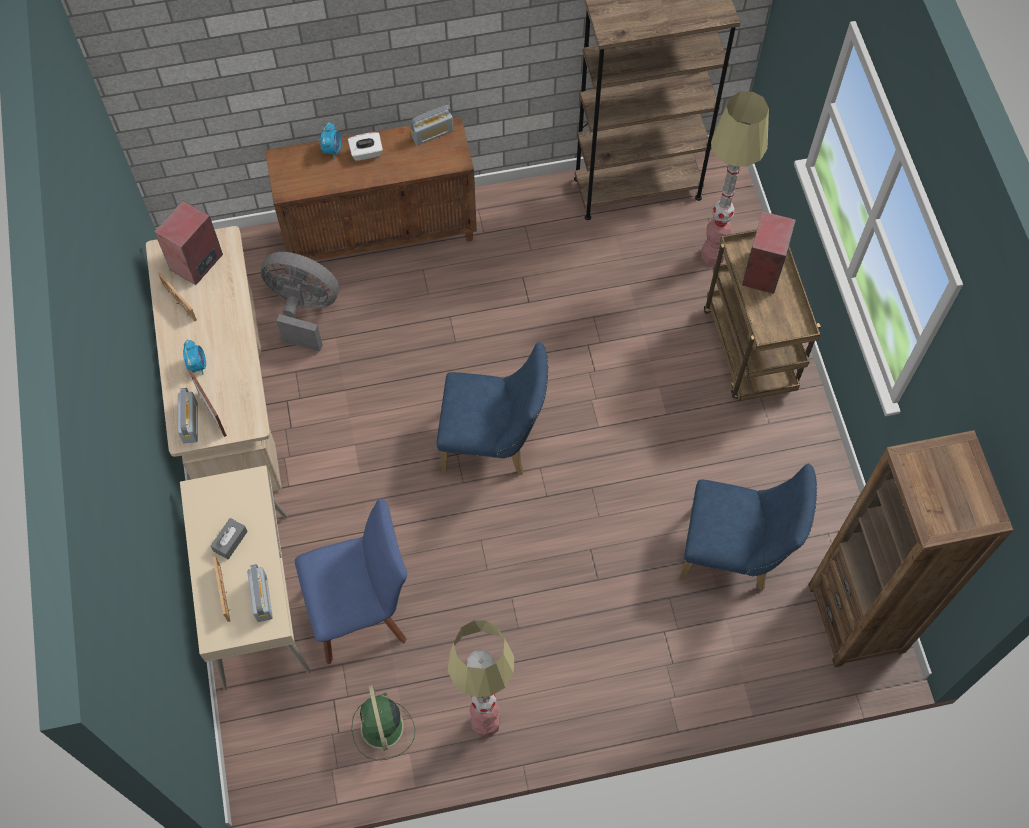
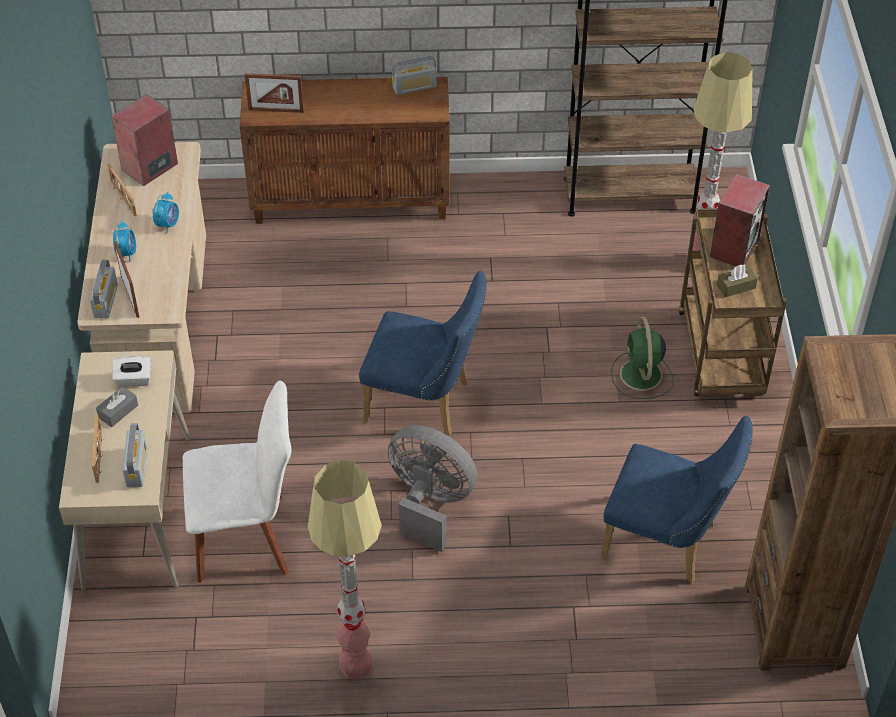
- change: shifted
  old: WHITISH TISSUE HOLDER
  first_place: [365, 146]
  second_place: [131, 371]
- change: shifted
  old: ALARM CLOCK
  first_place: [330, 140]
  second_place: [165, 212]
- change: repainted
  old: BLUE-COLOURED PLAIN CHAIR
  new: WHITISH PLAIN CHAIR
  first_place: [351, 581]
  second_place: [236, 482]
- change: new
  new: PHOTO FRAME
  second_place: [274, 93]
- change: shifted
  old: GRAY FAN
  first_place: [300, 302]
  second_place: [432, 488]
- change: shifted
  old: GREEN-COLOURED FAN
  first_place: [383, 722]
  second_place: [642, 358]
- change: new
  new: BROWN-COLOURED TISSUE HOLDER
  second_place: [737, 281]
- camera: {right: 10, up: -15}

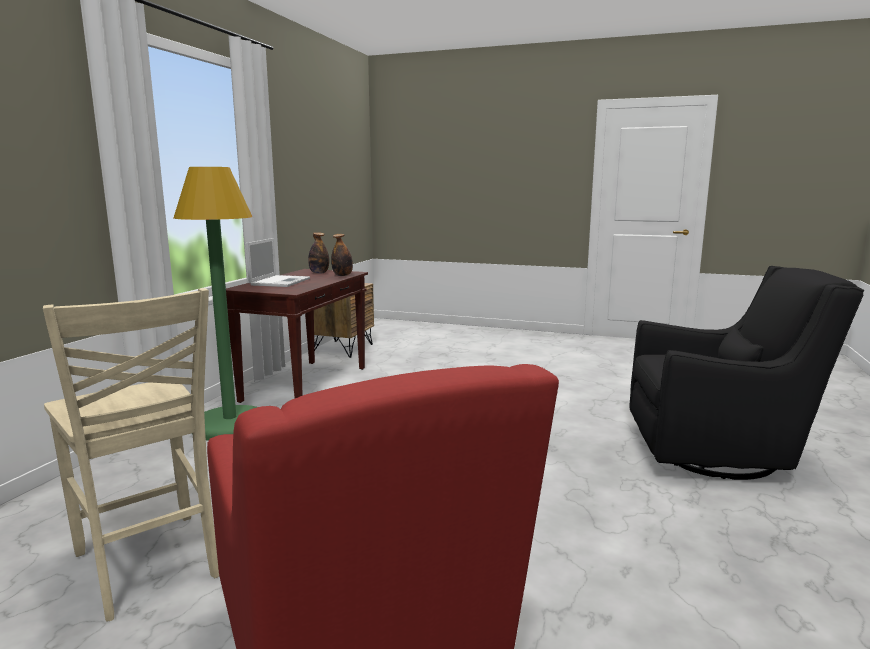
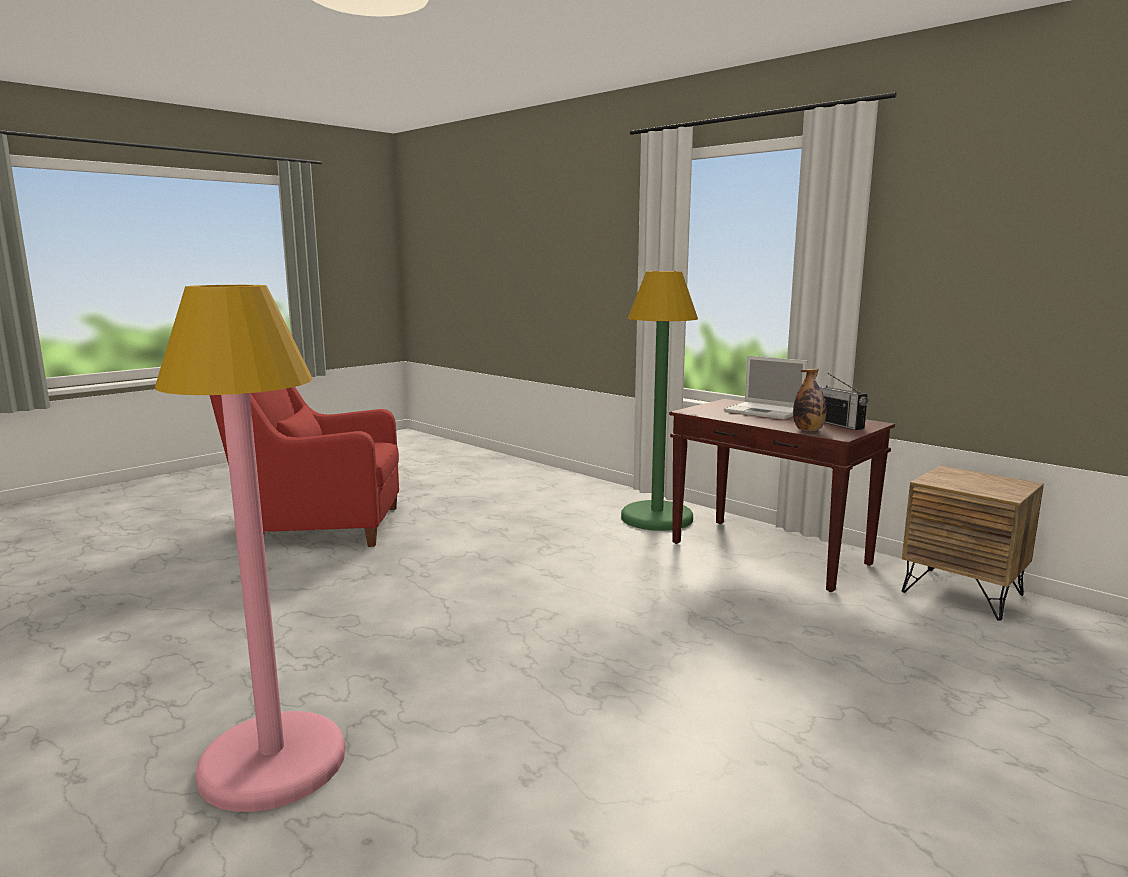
- change: swapped
  old: BLACK-COLOURED EASY CHAIR
  new: PINK FLOOR LAMP
  first_place: [746, 373]
  second_place: [250, 548]
- change: swapped
  old: BOTTLE
  new: RADIO
  first_place: [318, 253]
  second_place: [844, 401]
- change: gone
  old: BEIGE-COLOURED PLAIN CHAIR
  first_place: [131, 455]
- camera: {right: 115, up: 0}

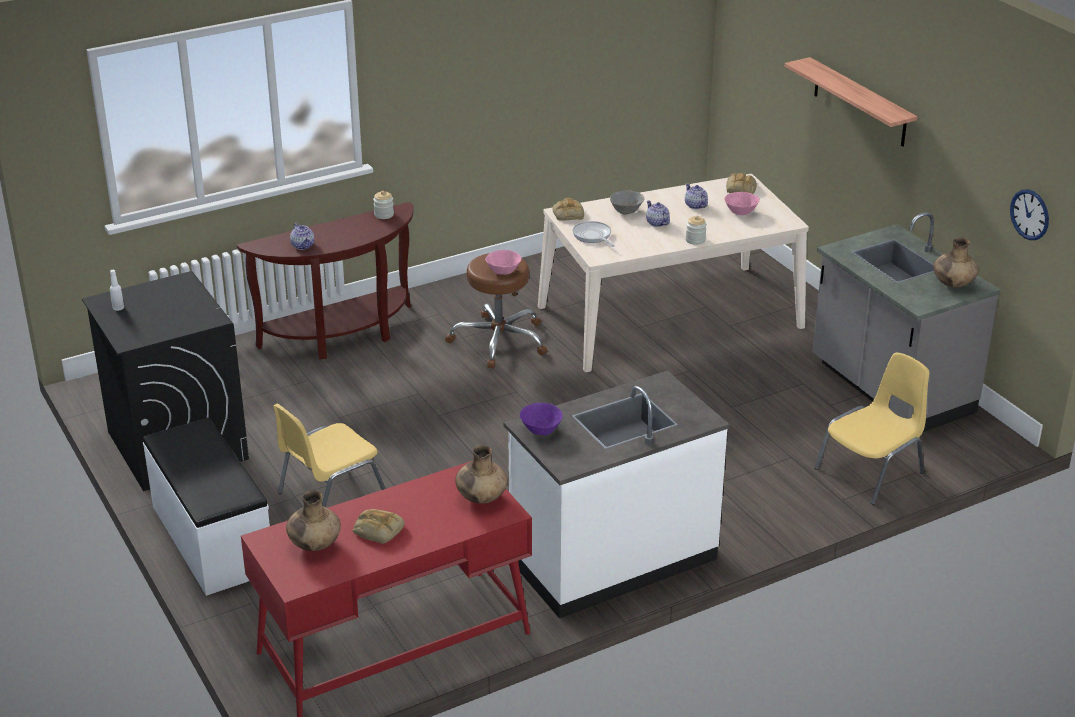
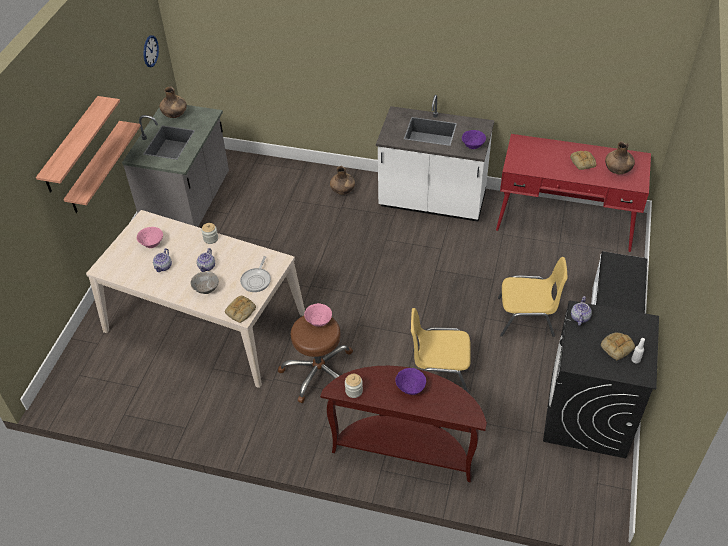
- change: new
  new: BRACKET SHELF
  second_place: [102, 167]
- change: shifted
  old: BROWN-COLOURED FLOWER VASE
  first_place: [481, 474]
  second_place: [342, 180]
- change: new
  new: PURPLE BOWL
  second_place: [410, 381]
- change: shifted
  old: YELLOW PLAIN CHAIR
  first_place: [872, 429]
  second_place: [441, 350]
- change: shifted
  old: TEAPOT
  first_place: [302, 236]
  second_place: [581, 311]
- change: shifted
  old: BAKERY BREAD
  first_place: [741, 183]
  second_place: [618, 346]
- camera: {right: -135, up: 15}

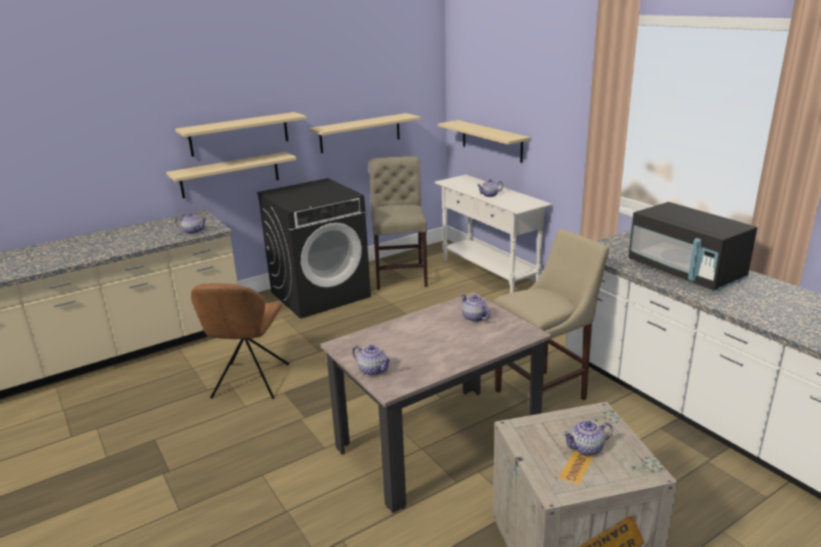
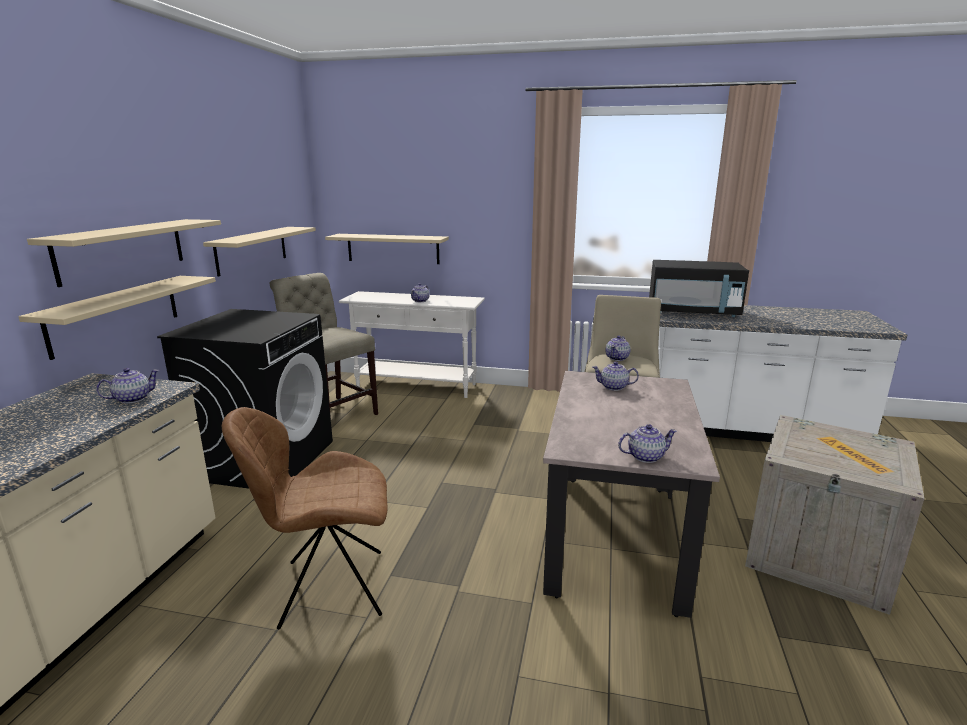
- change: rotated
  old: BROWN-COLOURED PLAIN CHAIR
  first_place: [240, 341]
  second_place: [305, 518]
  degrees: 120
- change: shifted
  old: TEAPOT
  first_place: [587, 438]
  second_place: [618, 348]
- camera: {right: -45, up: -5}

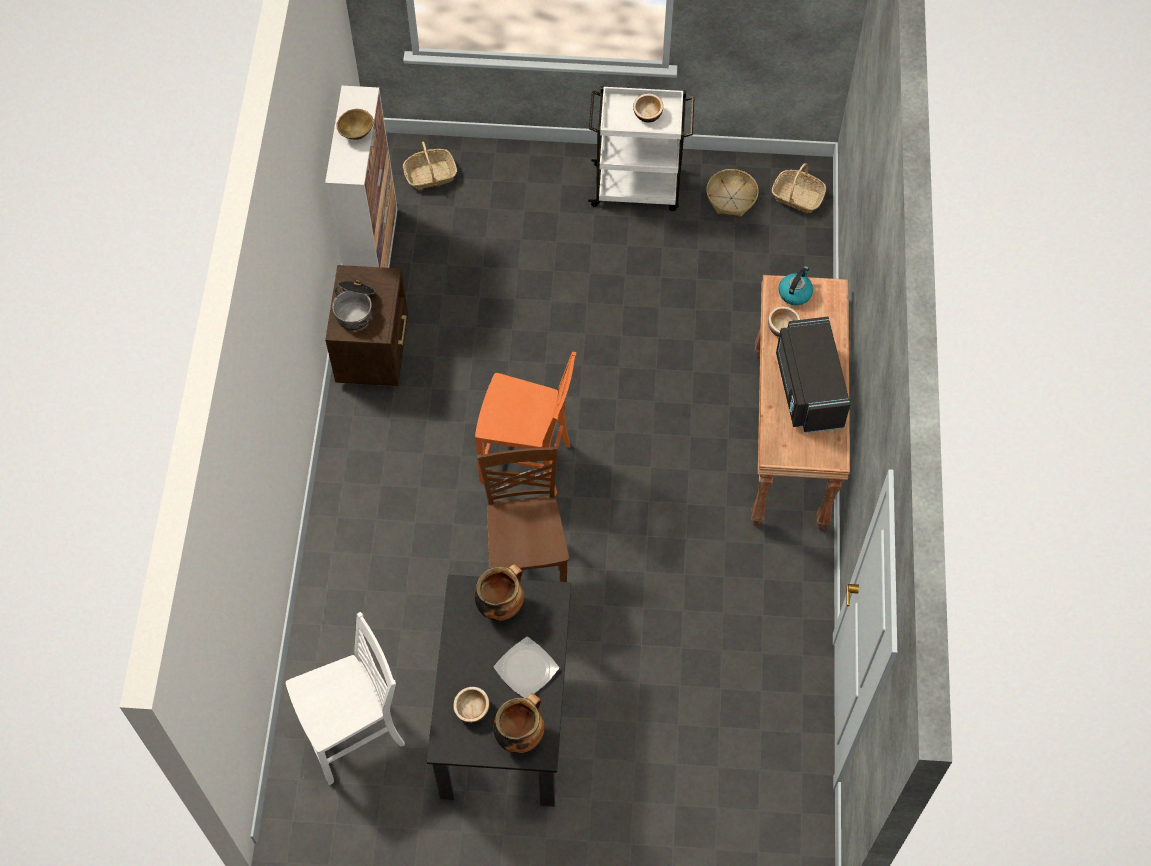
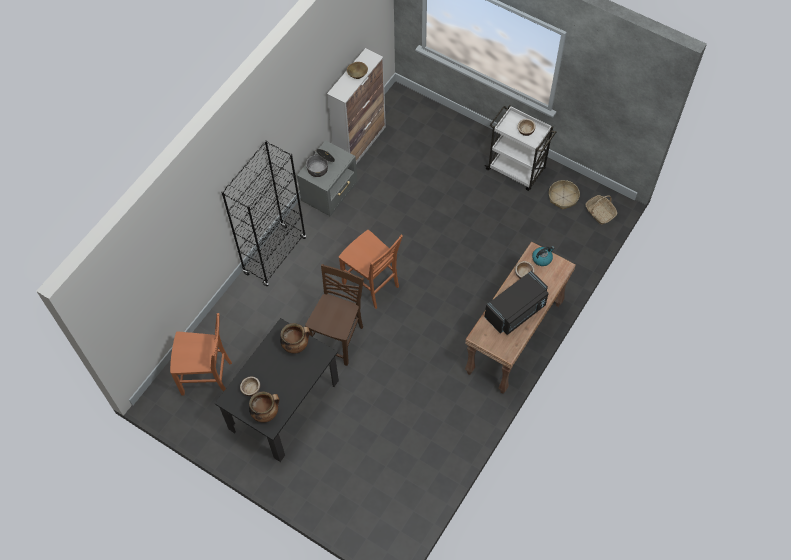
- change: repainted
  old: WHITISH PLAIN CHAIR
  new: ORANGEY PLAIN CHAIR
  first_place: [345, 698]
  second_place: [201, 354]
- change: new
  new: BLACK-COLOURED SHELVING UNIT
  second_place: [263, 213]
- change: repainted
  old: BROWN-COLOURED NIGHTSTAND
  new: GRAY NIGHTSTAND
  first_place: [366, 325]
  second_place: [327, 178]
- change: rotated
  old: BLACK-COLOURED MICROWAVE
  first_place: [813, 375]
  second_place: [517, 302]
  degrees: -150
- change: gone
  old: HOUSEHOLD BASKET
  first_place: [430, 165]
- change: gone
  old: FLAT DISH
  first_place: [526, 667]
- camera: {right: 30, up: 0}

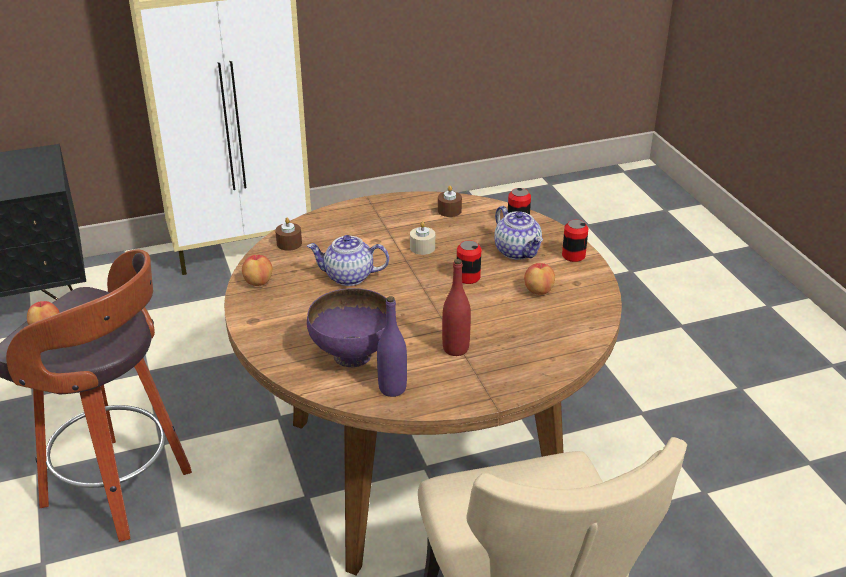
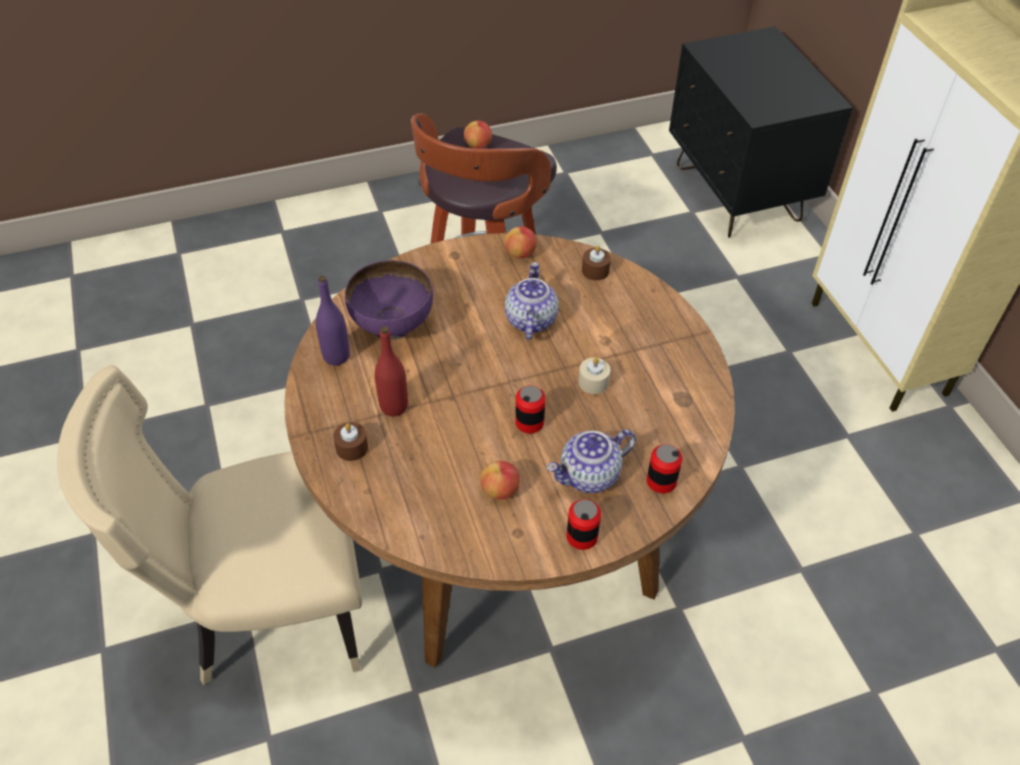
- change: shifted
  old: BROWN-COLOURED CANDLE
  first_place: [450, 201]
  second_place: [350, 441]
- camera: {right: 90, up: 15}

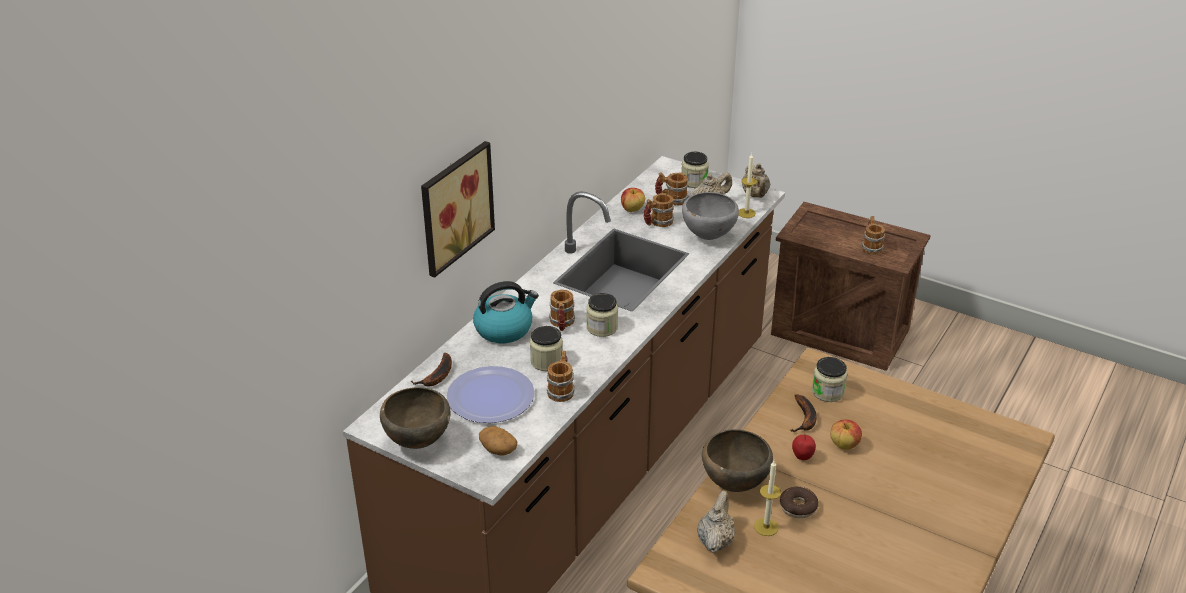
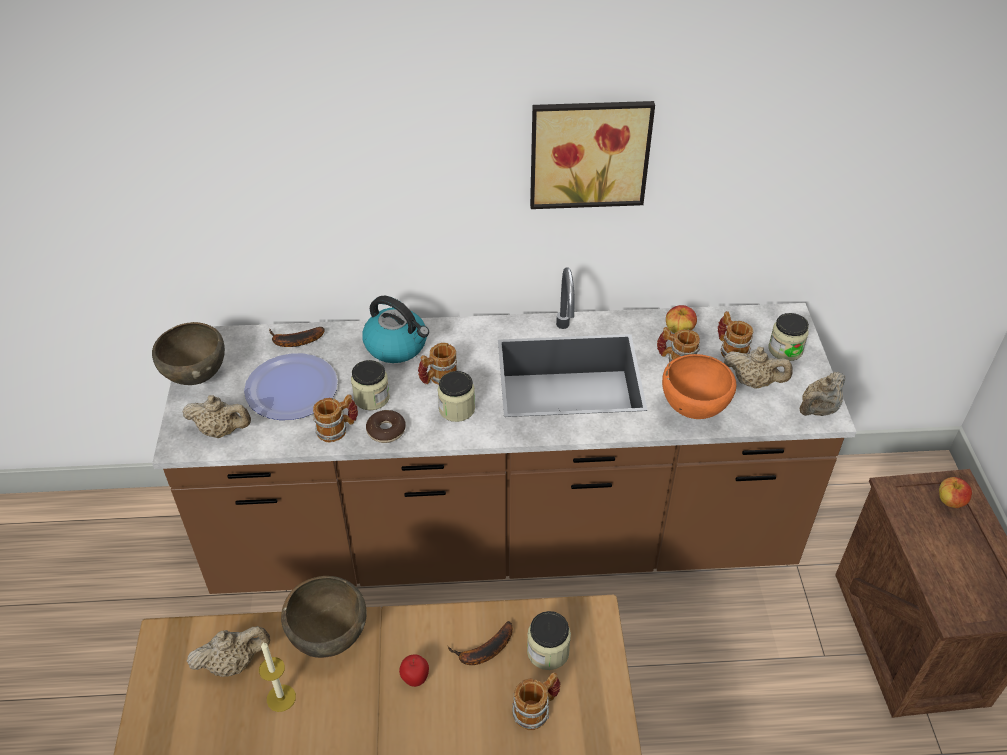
- change: swapped
  old: SPUD
  new: BEIGE-COLOURED TEAPOT
  first_place: [498, 441]
  second_place: [216, 416]
- change: shifted
  old: DOUGHNUT
  first_place: [799, 502]
  second_place: [386, 426]
- change: shifted
  old: COFFEE MUG
  first_place: [873, 235]
  second_place: [536, 701]
- change: shifted
  old: WALL ART
  first_place: [458, 209]
  second_place: [592, 155]
- change: repainted
  old: GRAY BOWL
  new: ORANGEY BOWL
  first_place: [710, 216]
  second_place: [699, 386]
- change: shifted
  old: WHOLE APPLE
  first_place: [846, 435]
  second_place: [955, 492]
- change: gone
  old: CANDLE
  first_place: [748, 186]
- camera: {right: 55, up: 10}

